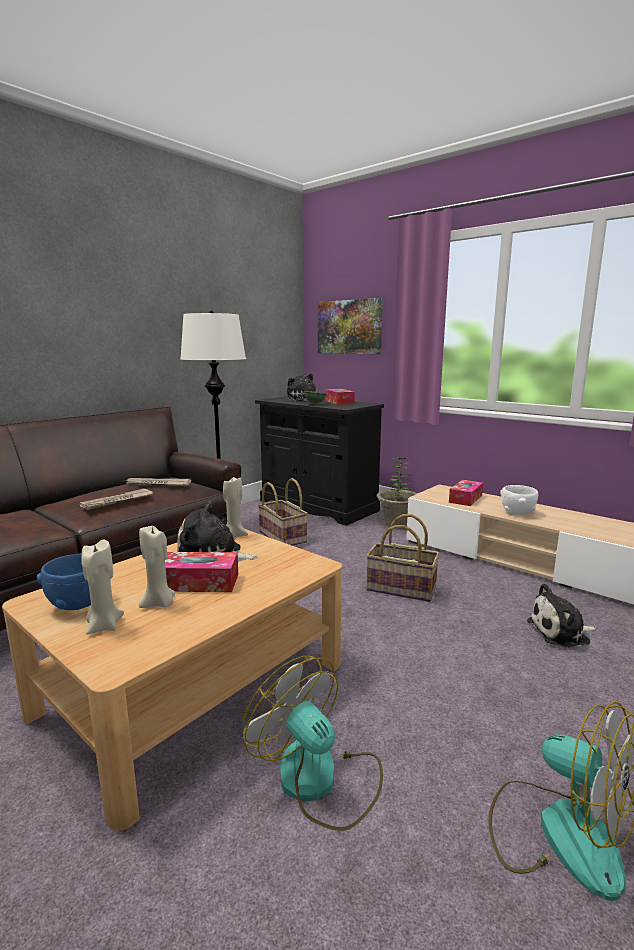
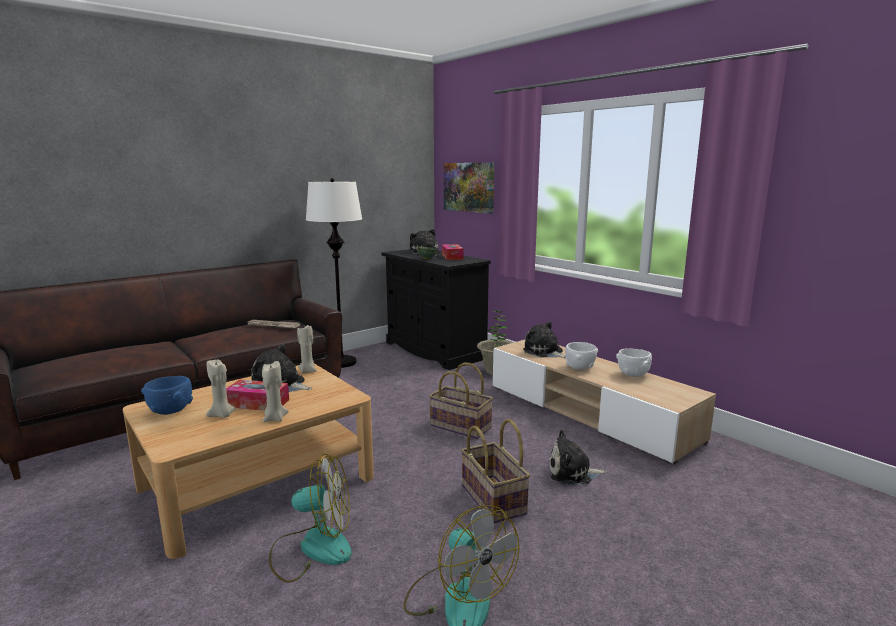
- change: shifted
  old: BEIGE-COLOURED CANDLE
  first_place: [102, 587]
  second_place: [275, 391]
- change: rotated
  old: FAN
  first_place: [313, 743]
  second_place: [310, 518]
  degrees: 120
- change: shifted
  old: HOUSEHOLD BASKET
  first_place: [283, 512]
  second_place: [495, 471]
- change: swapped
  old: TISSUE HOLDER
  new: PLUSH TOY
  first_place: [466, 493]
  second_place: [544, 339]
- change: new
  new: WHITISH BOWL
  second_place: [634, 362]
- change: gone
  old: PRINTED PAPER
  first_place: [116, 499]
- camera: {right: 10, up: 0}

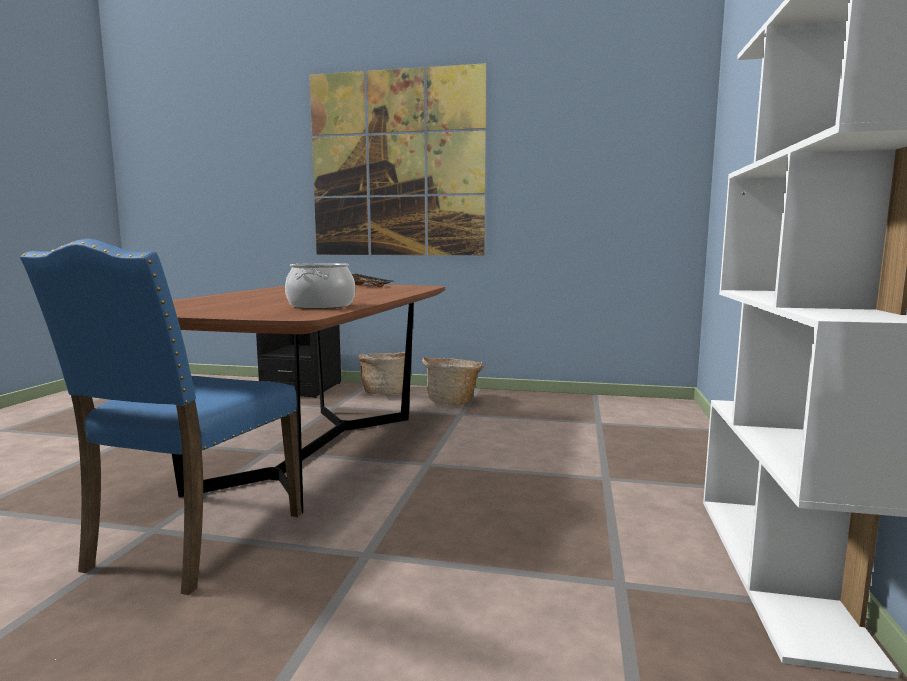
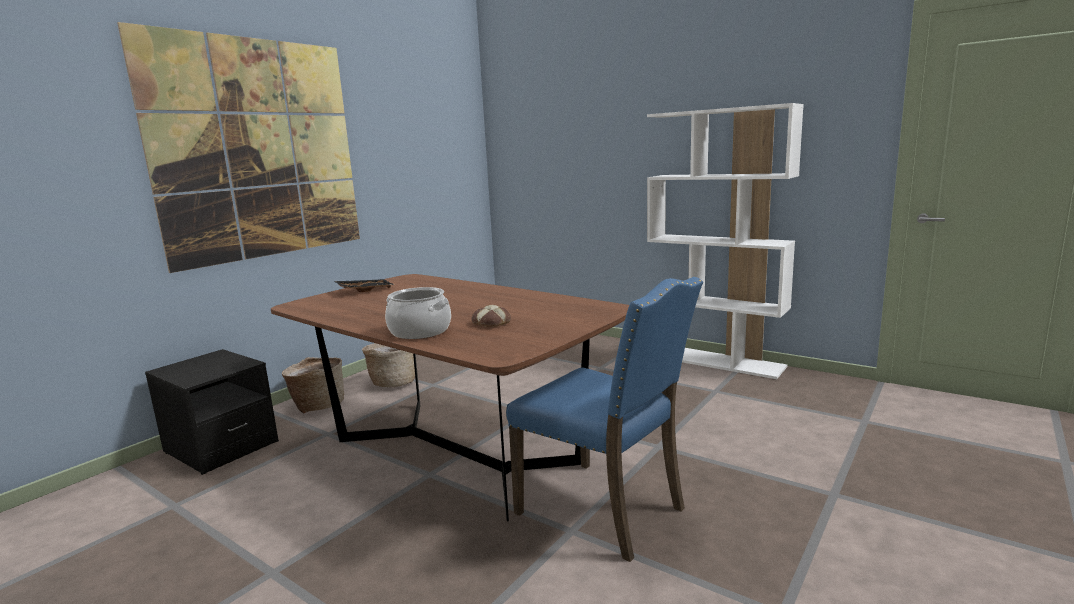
- change: shifted
  old: SAUCEPOT
  first_place: [320, 286]
  second_place: [418, 313]
- change: new
  new: BAKERY BREAD
  second_place: [491, 316]
- camera: {right: -65, up: 5}

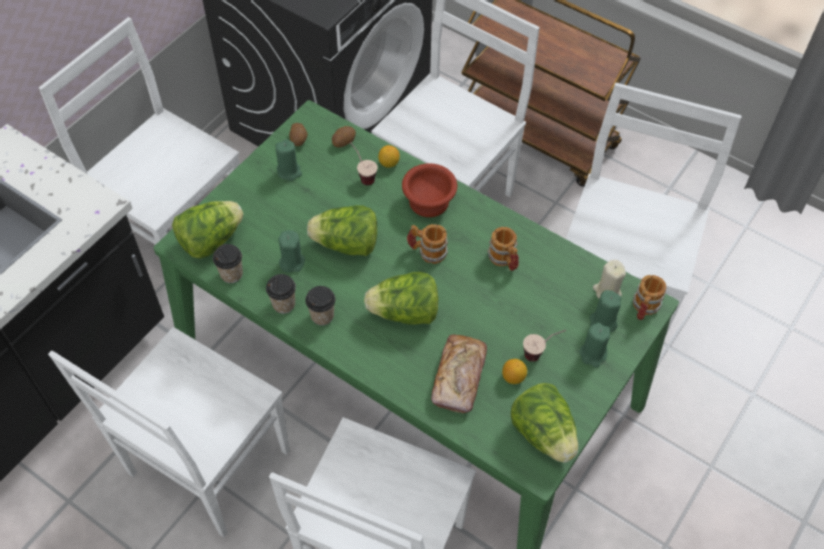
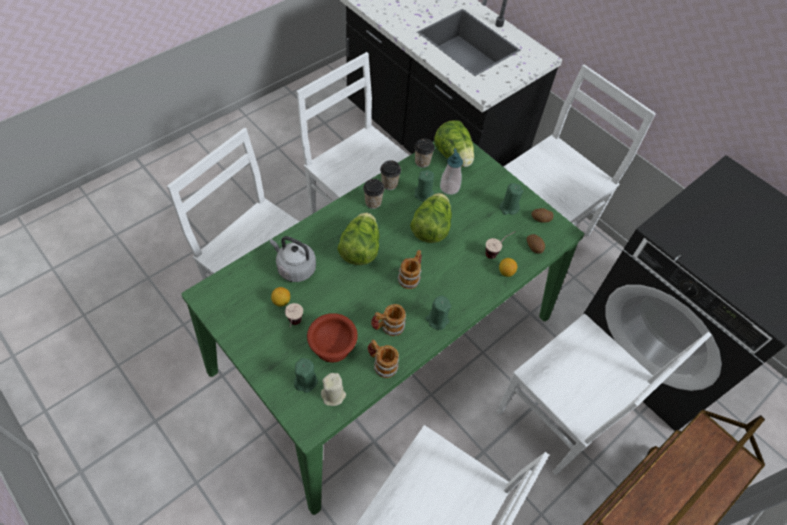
- change: swapped
  old: BAKERY BREAD
  new: GRAY KETTLE
  first_place: [459, 374]
  second_place: [293, 259]
- change: shifted
  old: BROWN-COLOURED BOWL
  first_place: [429, 190]
  second_place: [332, 338]
- change: shifted
  old: COFFEE MUG
  first_place: [649, 297]
  second_place: [383, 359]
- change: shifted
  old: GREEN-COLOURED CANDLE
  first_place: [594, 345]
  second_place: [438, 313]
- change: new
  new: SOAP DISPENSER
  second_place: [451, 171]
- change: gone
  old: LETTUCE HEAD
  first_place: [544, 423]
- camera: {right: 100, up: 0}

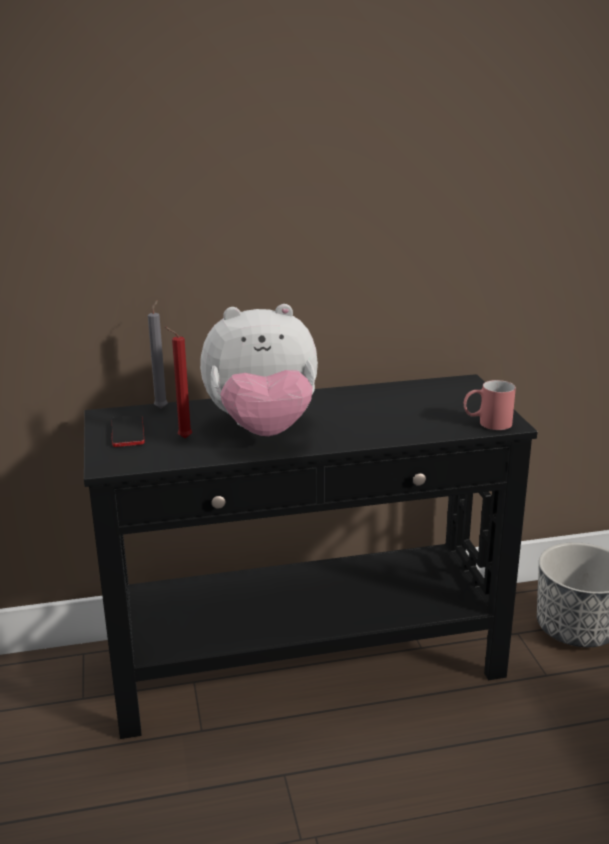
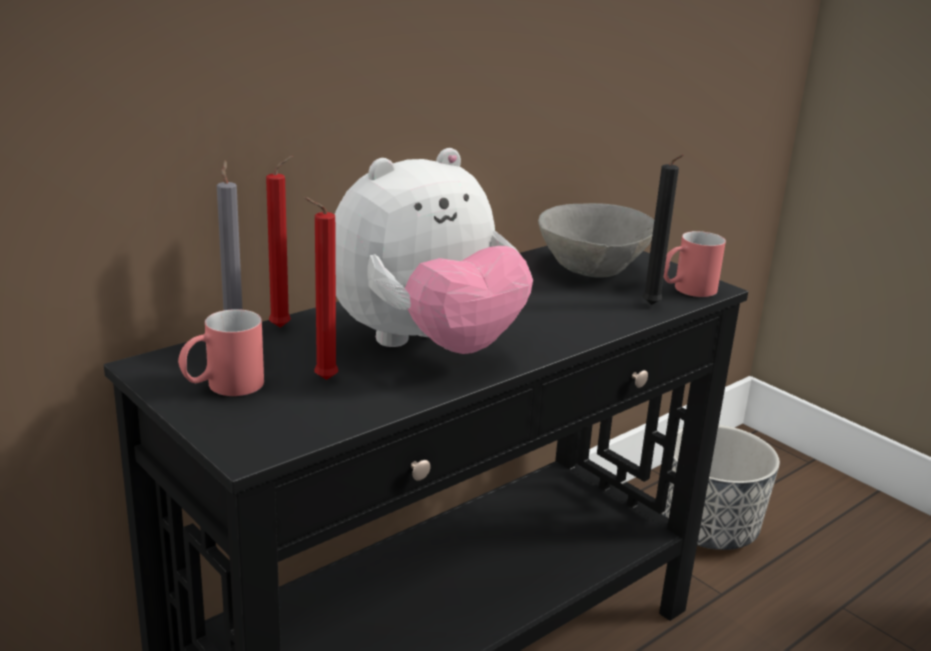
- change: swapped
  old: TELEPHONE
  new: RED-COLOURED COFFEE MUG
  first_place: [128, 431]
  second_place: [221, 352]
- change: new
  new: RED-COLOURED CANDLE
  second_place: [279, 242]
- change: new
  new: GRAY BOWL
  second_place: [596, 240]
- change: new
  new: BLACK-COLOURED CANDLE
  second_place: [663, 229]
- camera: {right: -30, up: 0}

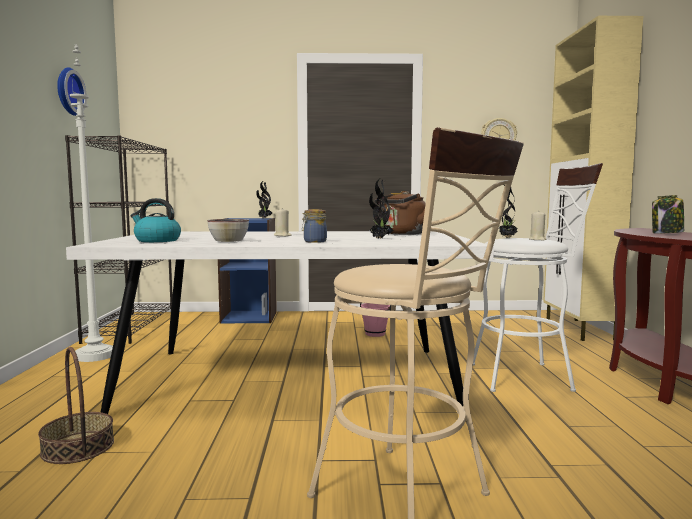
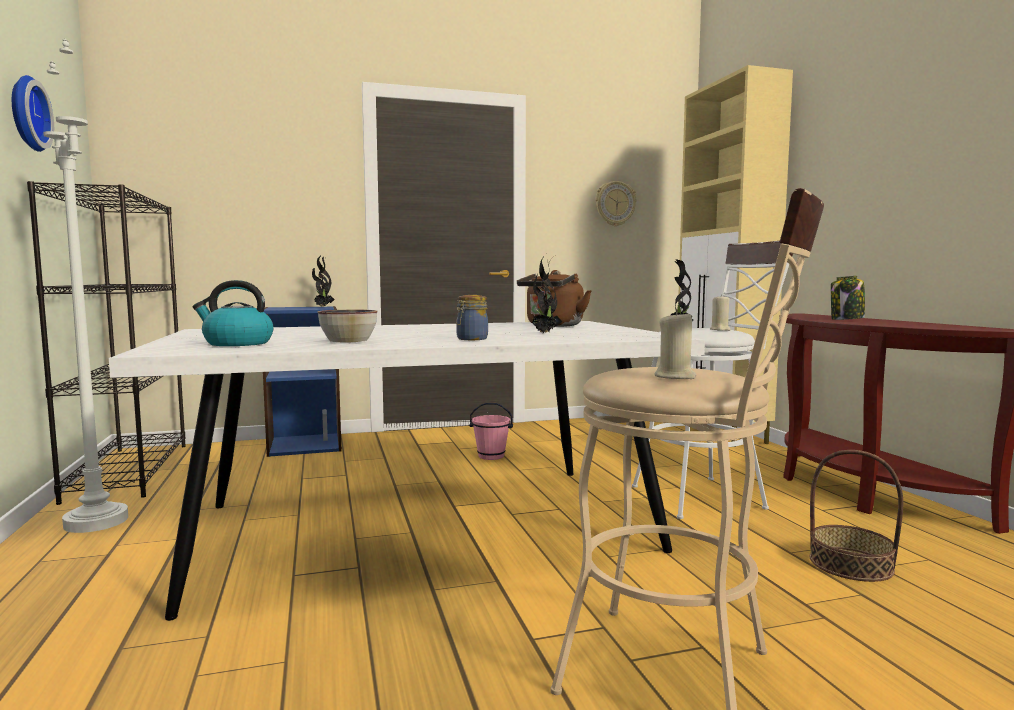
- change: shifted
  old: BEIGE-COLOURED CANDLE
  first_place: [283, 222]
  second_place: [675, 344]
- change: shifted
  old: HOUSEHOLD BASKET
  first_place: [76, 405]
  second_place: [856, 516]
- camera: {right: -15, up: 0}

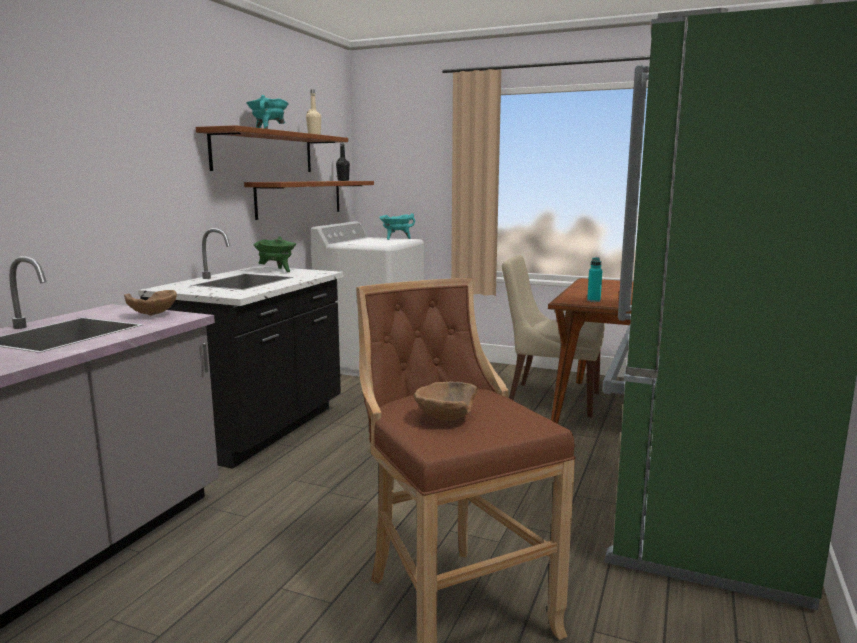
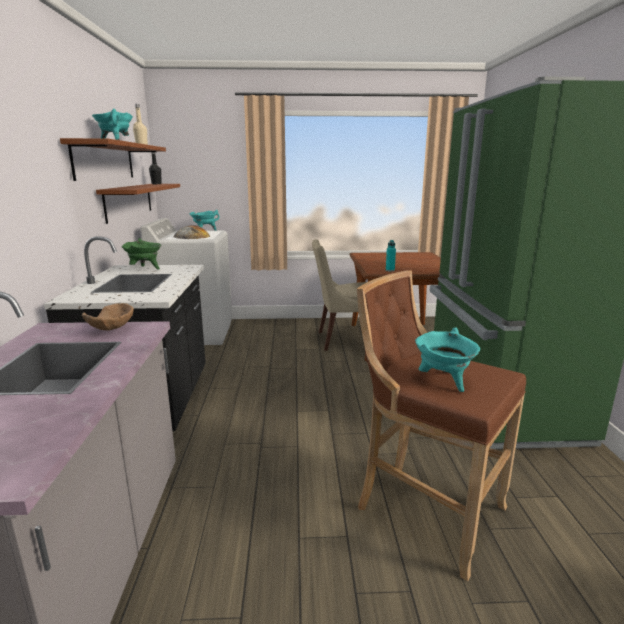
- change: new
  new: BAKERY BREAD
  second_place: [191, 232]
- change: swapped
  old: BROWN-COLOURED BOWL
  new: TURQUOISE SAUCEPOT
  first_place: [445, 401]
  second_place: [447, 360]
- camera: {right: -25, up: 5}

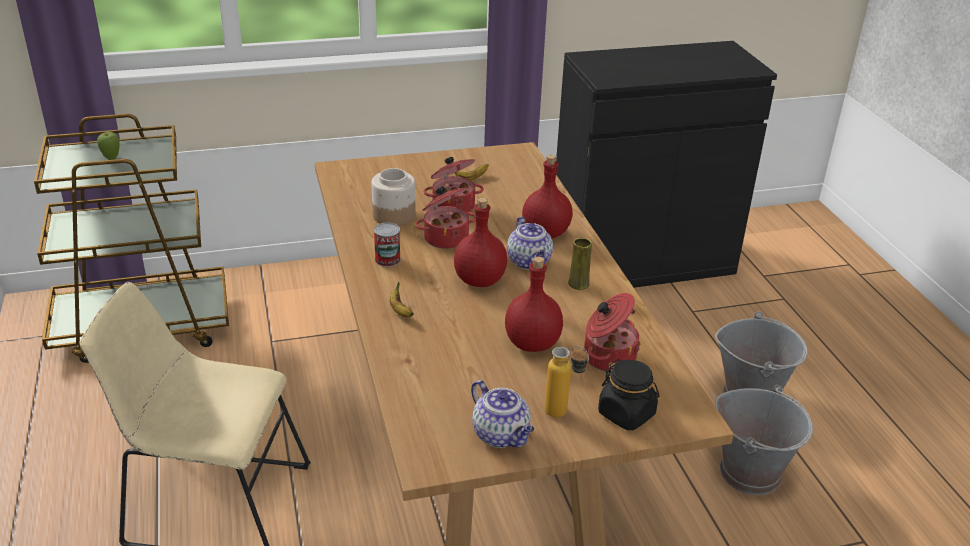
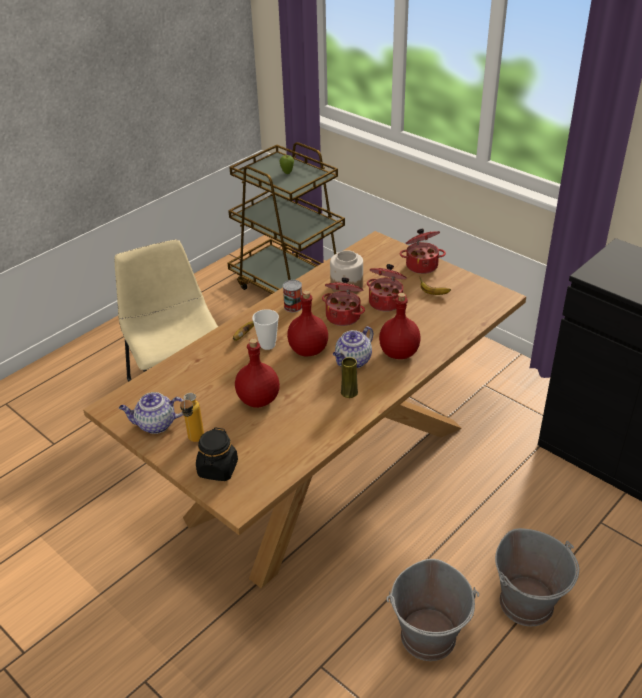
- change: rotated
  old: TEAPOT
  first_place: [502, 414]
  second_place: [151, 413]
  degrees: 60
- change: new
  new: DRINKING CUP
  second_place: [265, 329]
- change: shifted
  old: SAUCEPOT
  first_place: [612, 332]
  second_place: [423, 251]
- camera: {right: 60, up: 5}

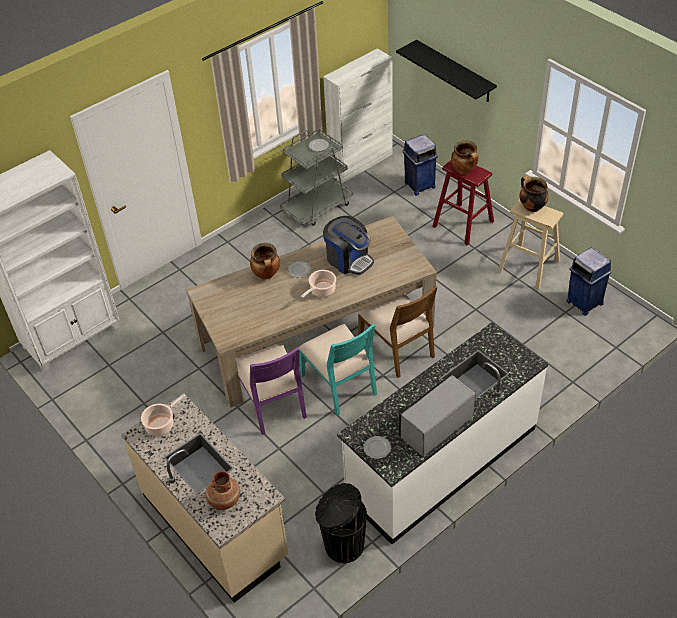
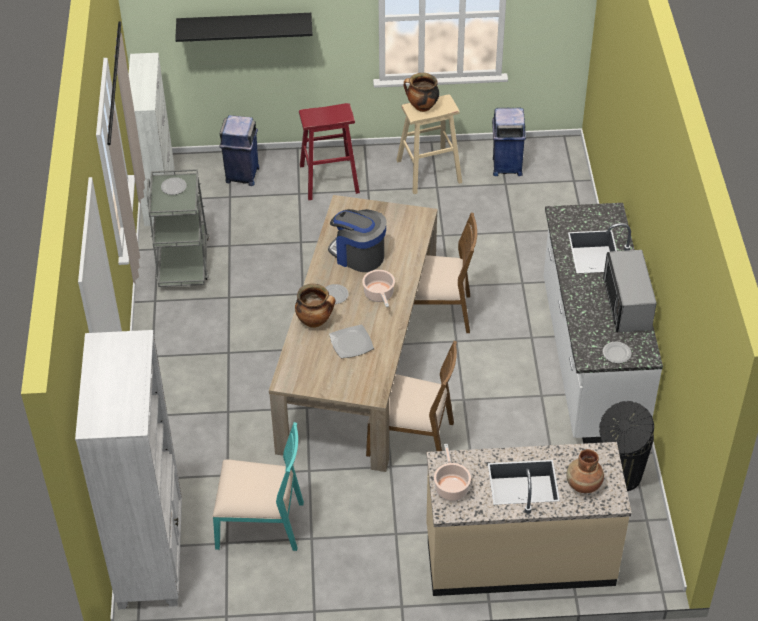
- change: shifted
  old: TURQUOISE PLAIN CHAIR
  first_place: [338, 370]
  second_place: [258, 486]
- change: rotated
  old: COFFEE MACHINE
  first_place: [348, 245]
  second_place: [357, 240]
  degrees: -135
- change: new
  new: FLAT DISH
  second_place: [351, 341]
- change: repainted
  old: PURPLE PLAIN CHAIR
  new: BROWN-COLOURED PLAIN CHAIR
  first_place: [271, 389]
  second_place: [411, 399]
- change: gone
  old: SAUCEPOT
  first_place: [465, 157]
- camera: {right: -55, up: 0}

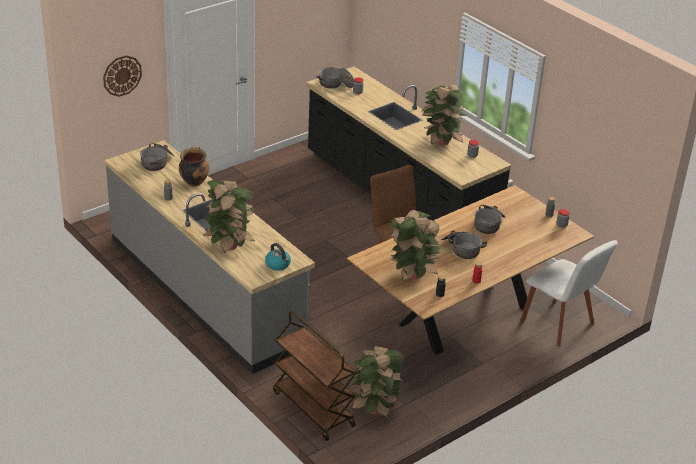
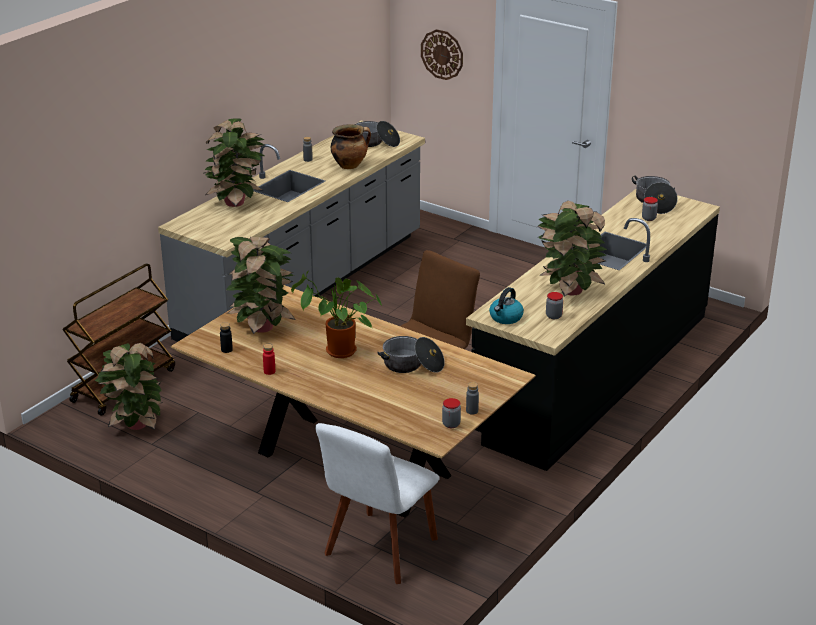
- change: swapped
  old: SAUCEPOT
  new: HOUSEPLANT
  first_place: [464, 245]
  second_place: [336, 314]
- change: shifted
  old: KETTLE
  first_place: [278, 256]
  second_place: [506, 305]
- camera: {right: 75, up: -5}

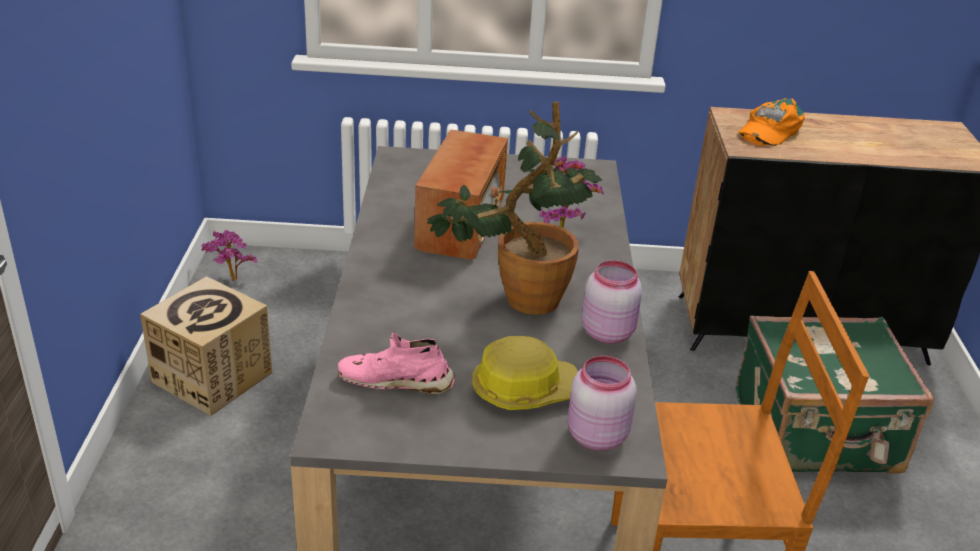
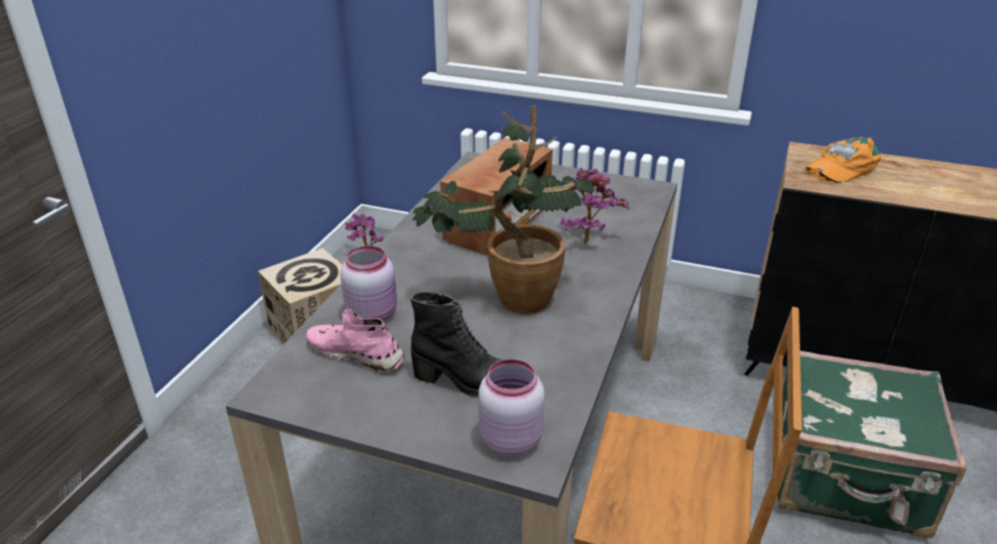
- change: shifted
  old: PINK PRESERVE JAR
  first_place: [612, 302]
  second_place: [368, 283]
- change: swapped
  old: WORK HELMET
  new: BLACK-COLOURED BOOT
  first_place: [525, 373]
  second_place: [456, 344]
- camera: {right: 20, up: 0}

